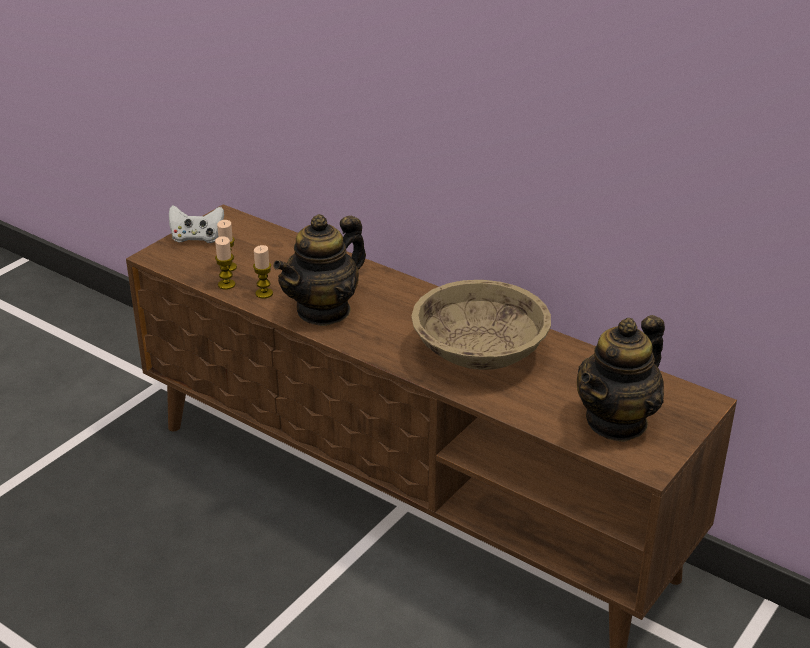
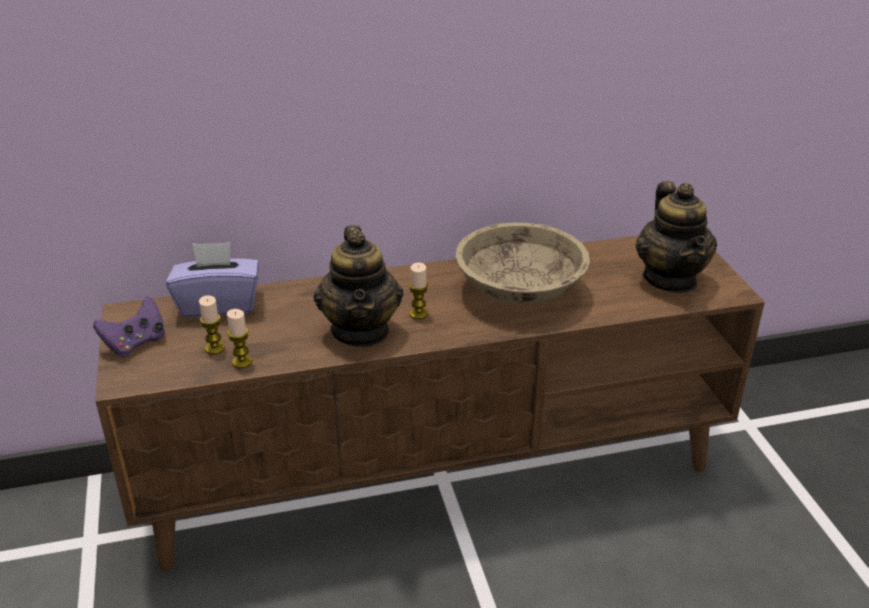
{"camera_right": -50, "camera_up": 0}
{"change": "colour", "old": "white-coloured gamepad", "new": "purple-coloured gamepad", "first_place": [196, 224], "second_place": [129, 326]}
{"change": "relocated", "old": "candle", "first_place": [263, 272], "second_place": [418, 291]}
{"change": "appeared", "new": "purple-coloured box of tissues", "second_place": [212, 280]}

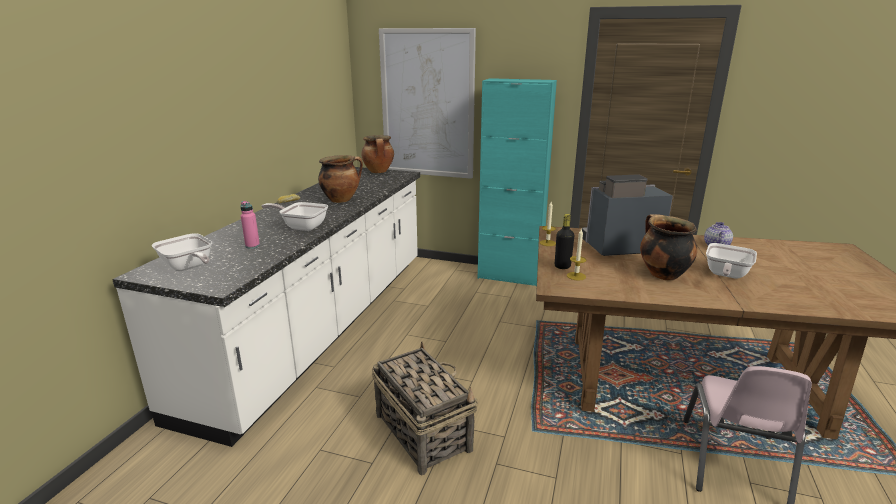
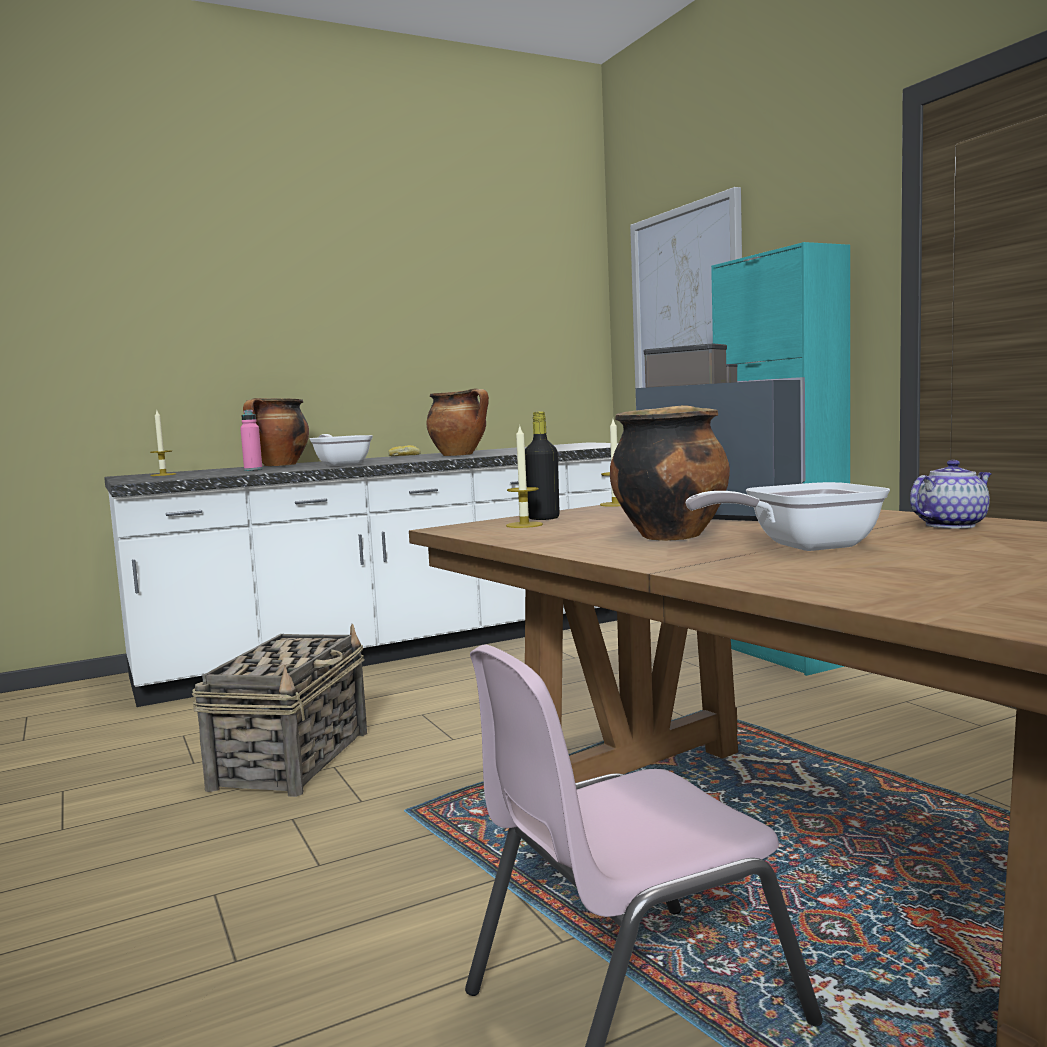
{"camera_right": 45, "camera_up": -15}
{"change": "exchanged", "old": "pan", "new": "candle", "first_place": [182, 252], "second_place": [163, 443]}
{"change": "relocated", "old": "stockpot", "first_place": [378, 154], "second_place": [276, 432]}

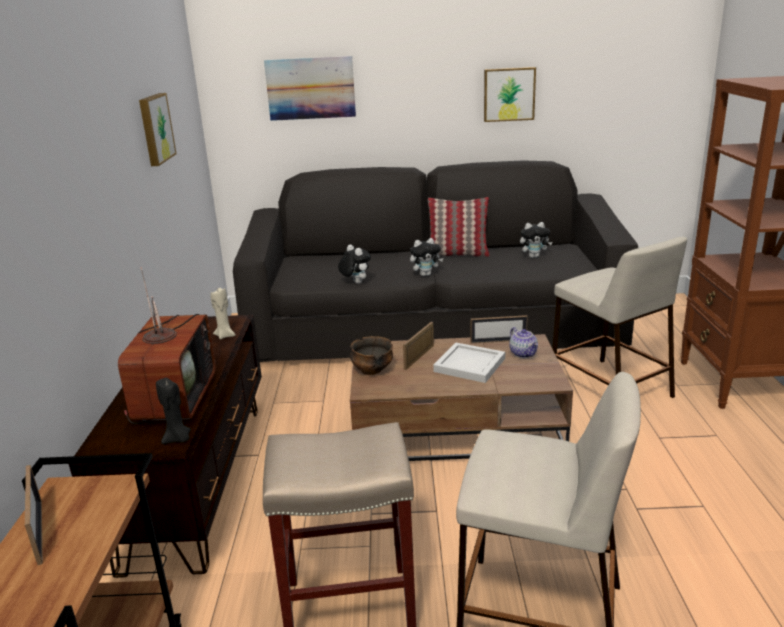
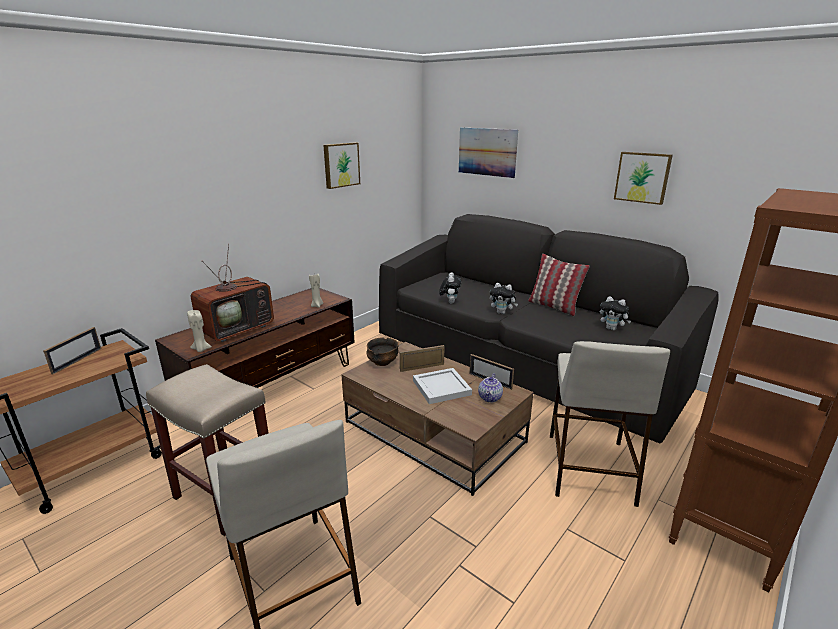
{"camera_right": 40, "camera_up": 0}
{"change": "colour", "old": "black candle", "new": "beige candle", "first_place": [173, 411], "second_place": [199, 331]}

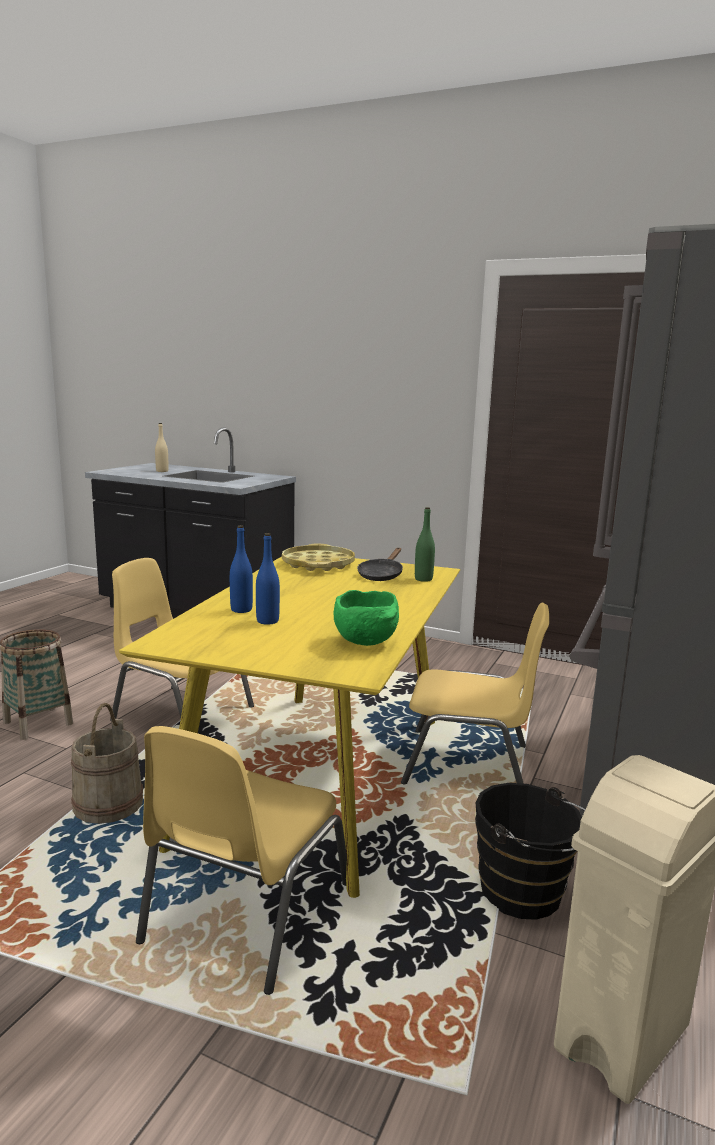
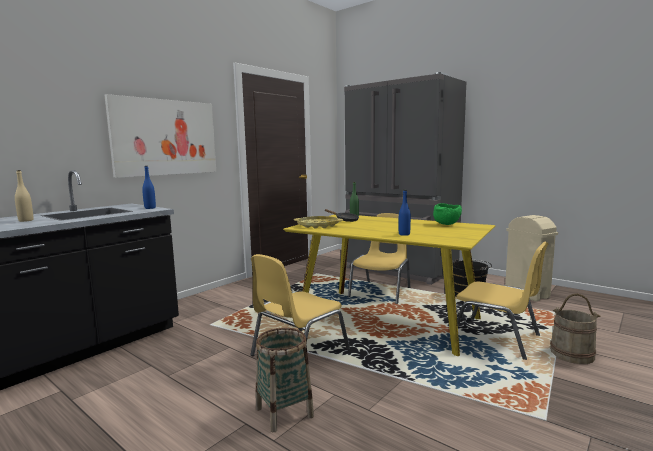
{"camera_right": -75, "camera_up": -5}
{"change": "relocated", "old": "beige bucket", "first_place": [107, 763], "second_place": [575, 328]}
{"change": "relocated", "old": "bluish drink bottle", "first_place": [268, 579], "second_place": [149, 187]}
{"change": "appeared", "new": "wall art", "second_place": [160, 136]}

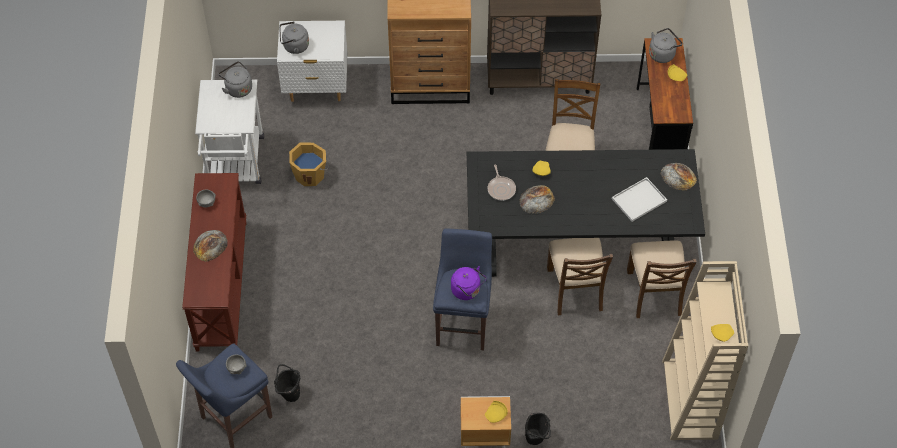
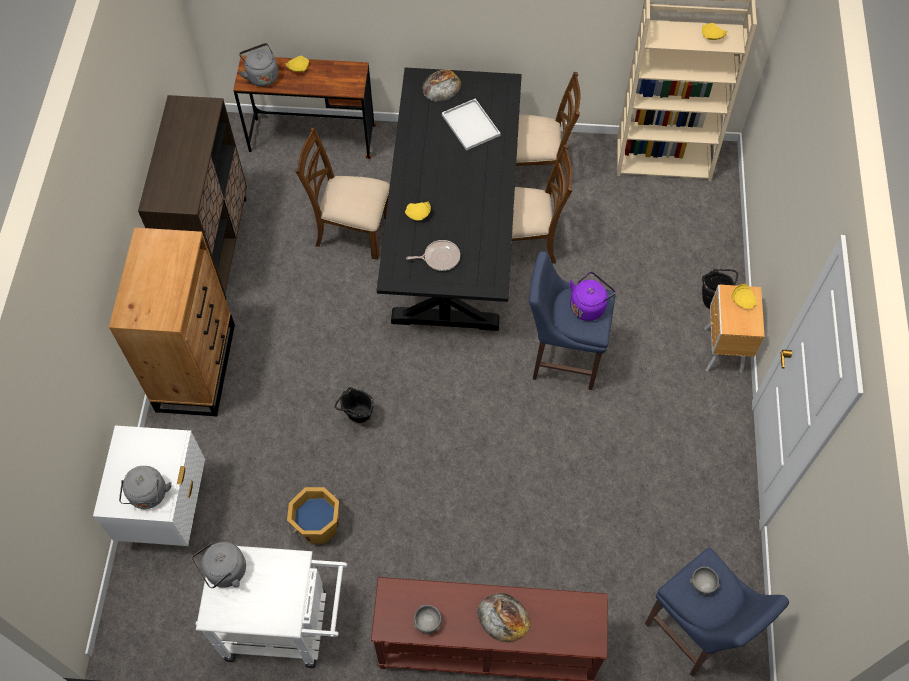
{"camera_right": -85, "camera_up": 5}
{"change": "relocated", "old": "black bucket", "first_place": [287, 383], "second_place": [354, 405]}
{"change": "missing", "old": "baked bread", "first_place": [537, 199]}

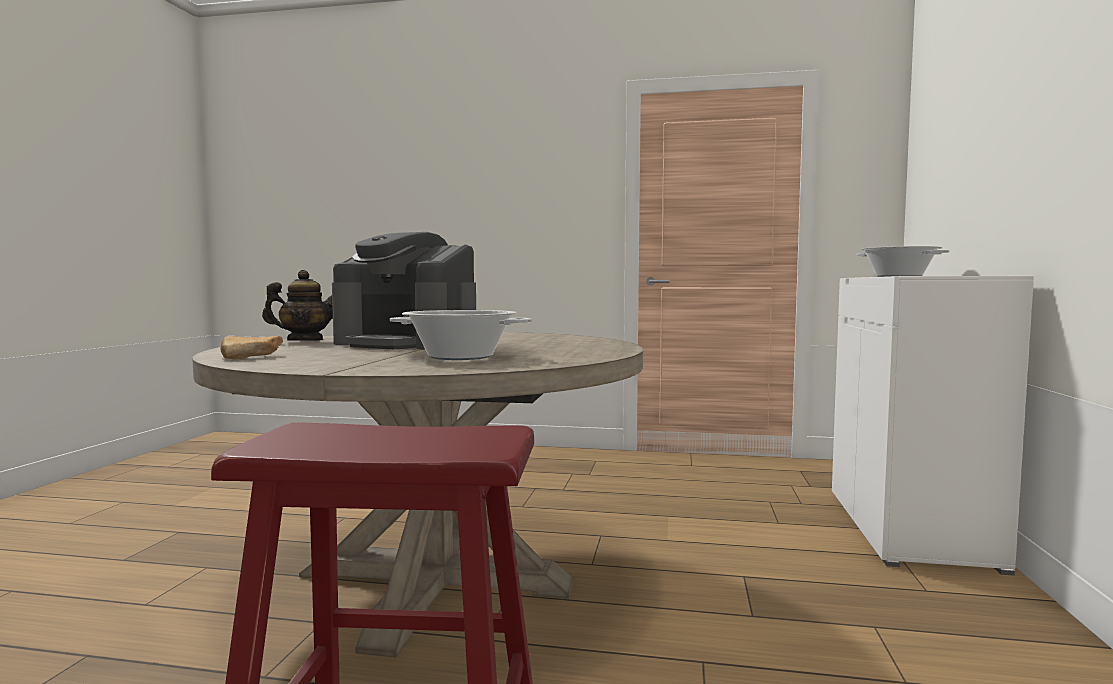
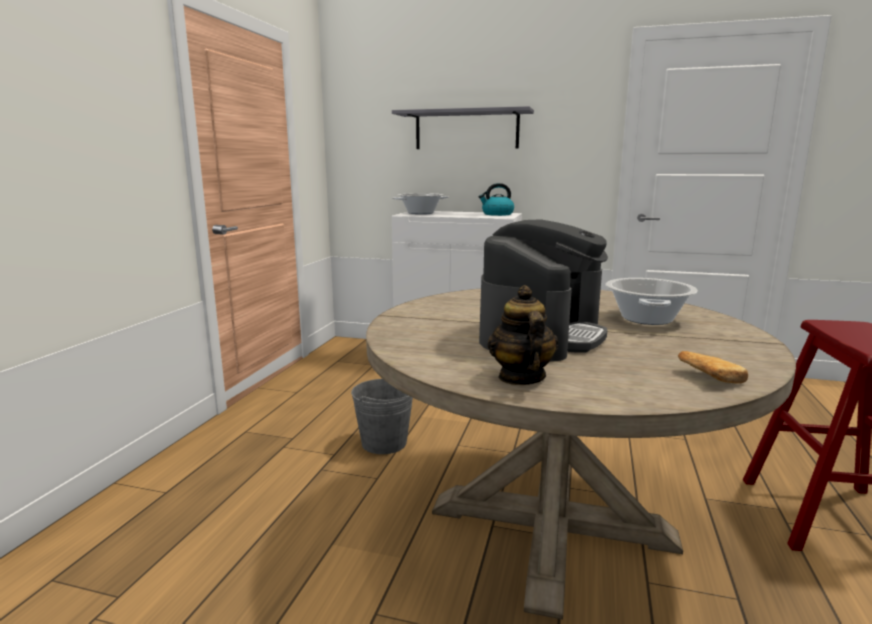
{"camera_right": -85, "camera_up": 10}
{"change": "appeared", "new": "gray bucket", "second_place": [382, 416]}
{"change": "appeared", "new": "gray wall shelf", "second_place": [463, 127]}
{"change": "appeared", "new": "water kettle", "second_place": [496, 199]}

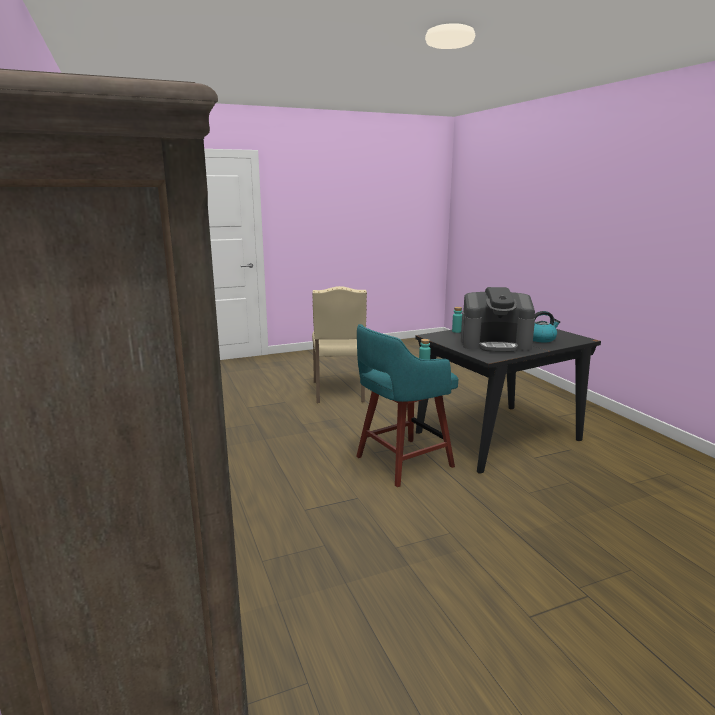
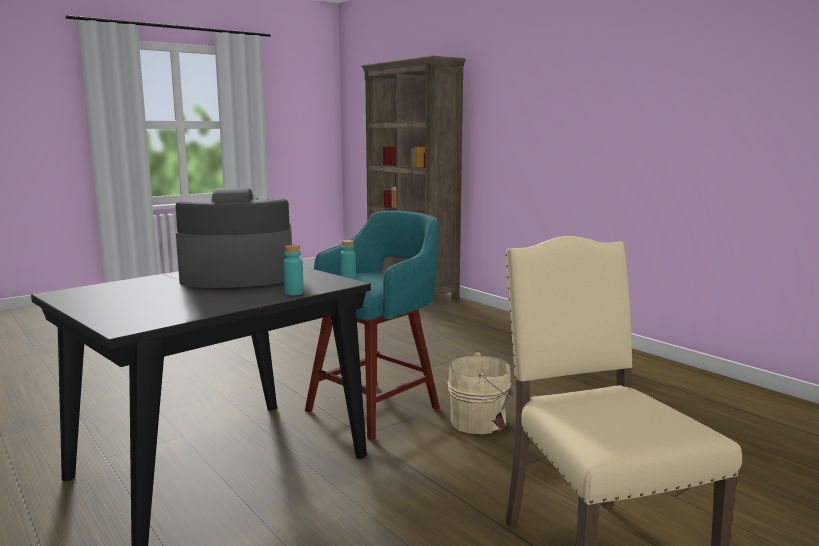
{"camera_right": 165, "camera_up": -5}
{"change": "missing", "old": "water kettle", "first_place": [546, 326]}
{"change": "appeared", "new": "beige bucket", "second_place": [480, 393]}

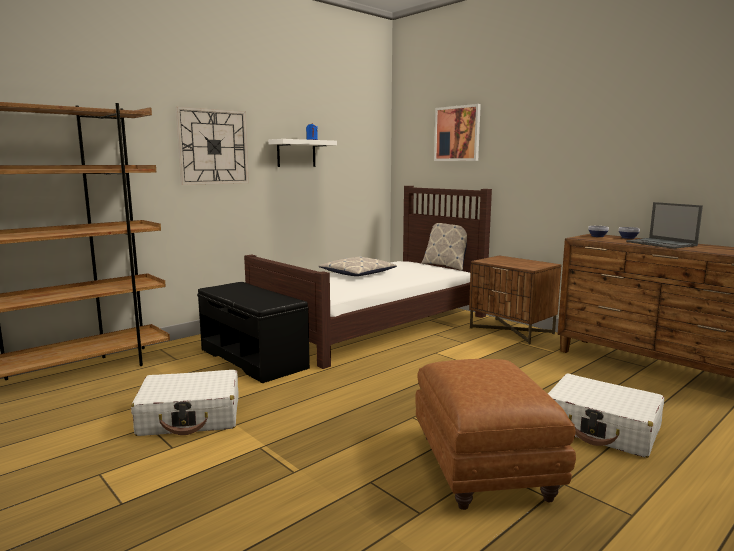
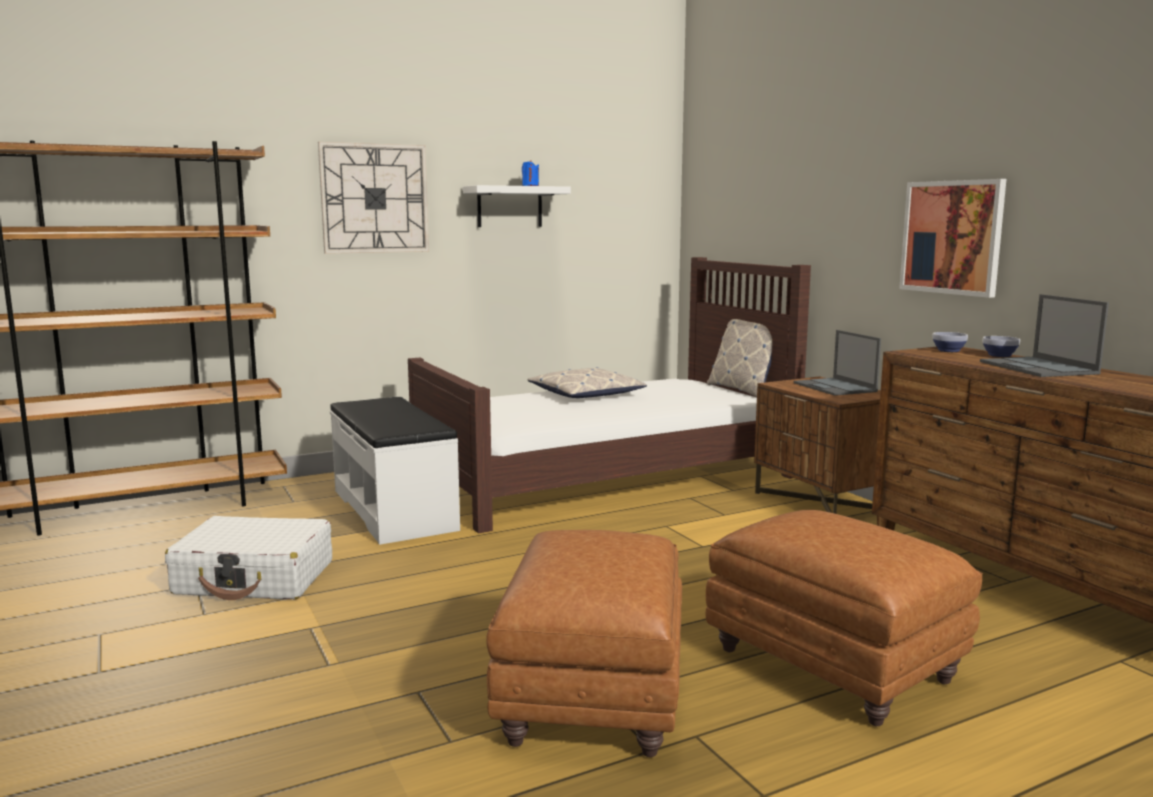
{"camera_right": 15, "camera_up": 0}
{"change": "colour", "old": "black bench", "new": "white-coloured bench", "first_place": [253, 332], "second_place": [395, 471]}
{"change": "relocated", "old": "wall art", "first_place": [457, 132], "second_place": [952, 238]}
{"change": "exchanged", "old": "white-coloured travel case", "new": "brownish pouffe", "first_place": [606, 416], "second_place": [844, 618]}
{"change": "appeared", "new": "laptop", "second_place": [837, 363]}

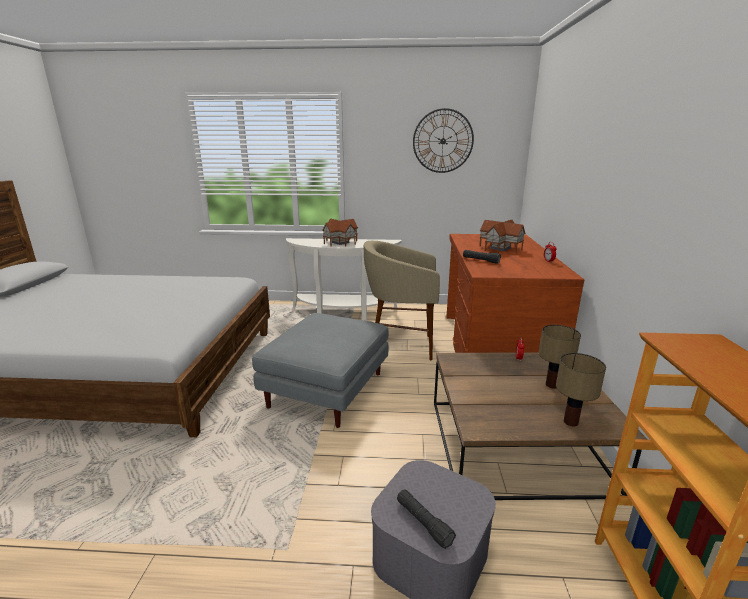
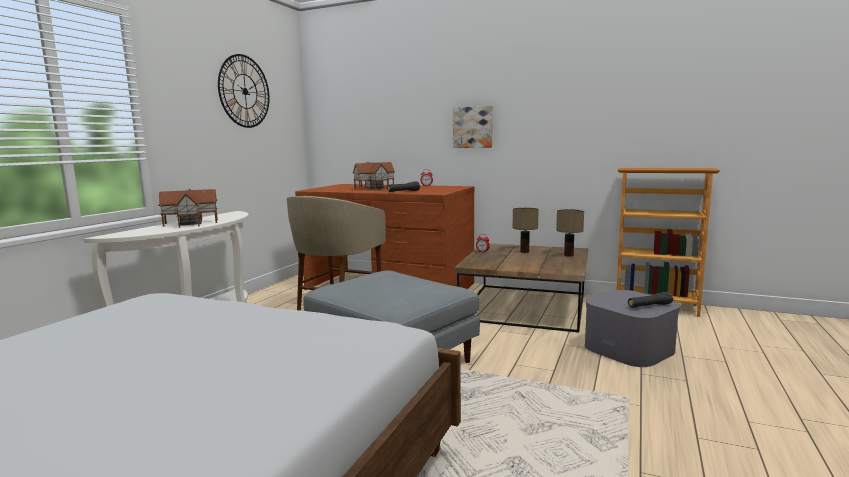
{"camera_right": -70, "camera_up": -10}
{"change": "appeared", "new": "wall art", "second_place": [473, 127]}

